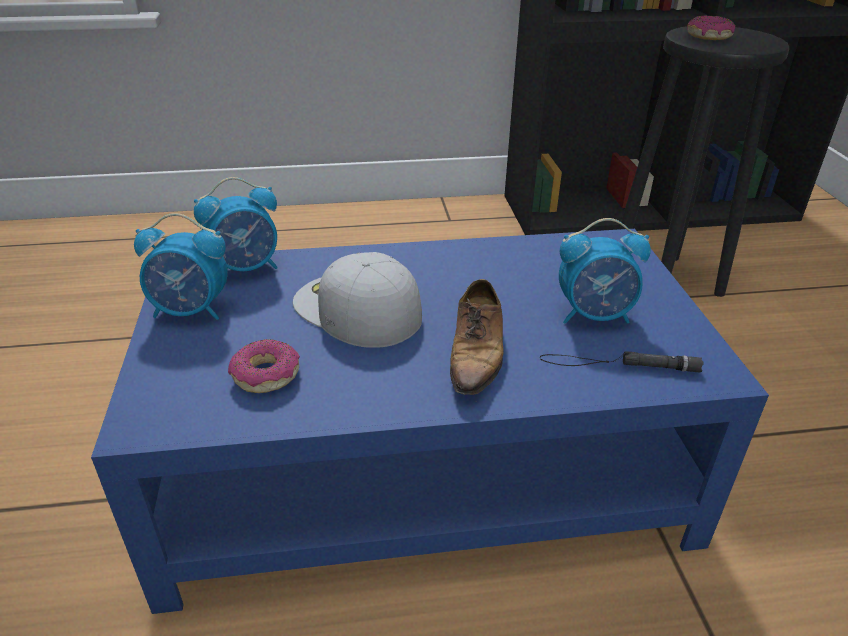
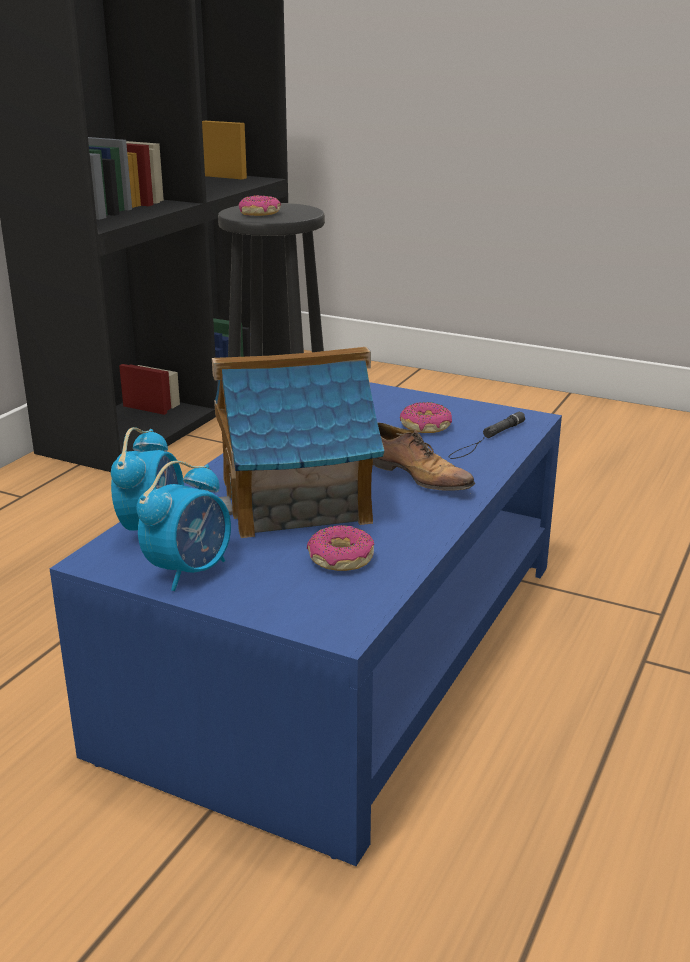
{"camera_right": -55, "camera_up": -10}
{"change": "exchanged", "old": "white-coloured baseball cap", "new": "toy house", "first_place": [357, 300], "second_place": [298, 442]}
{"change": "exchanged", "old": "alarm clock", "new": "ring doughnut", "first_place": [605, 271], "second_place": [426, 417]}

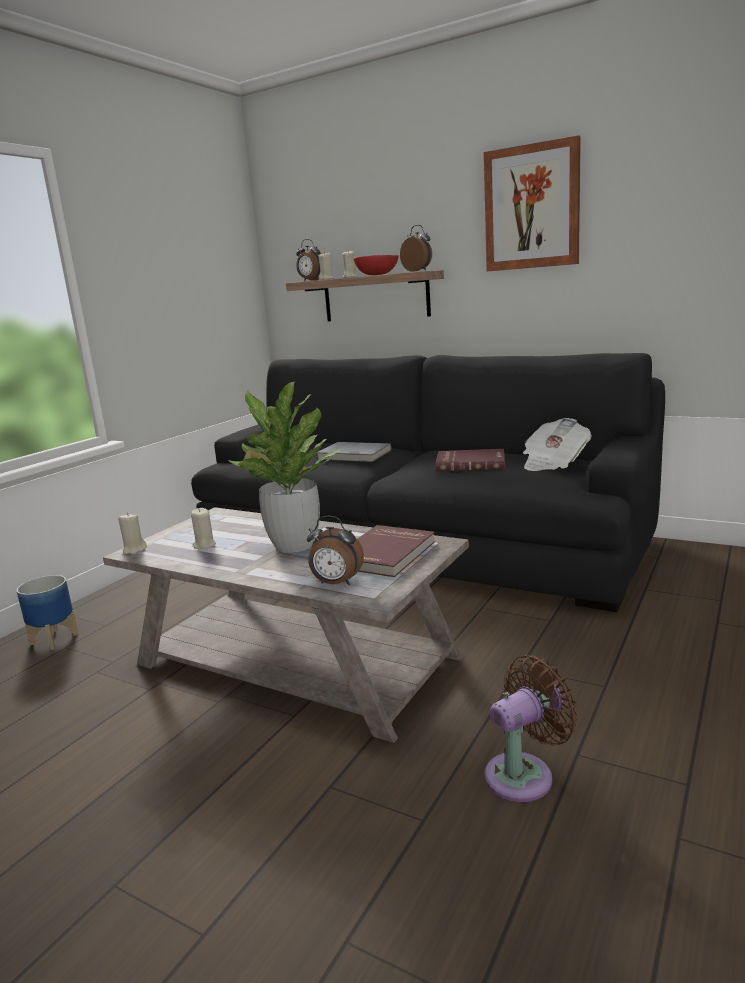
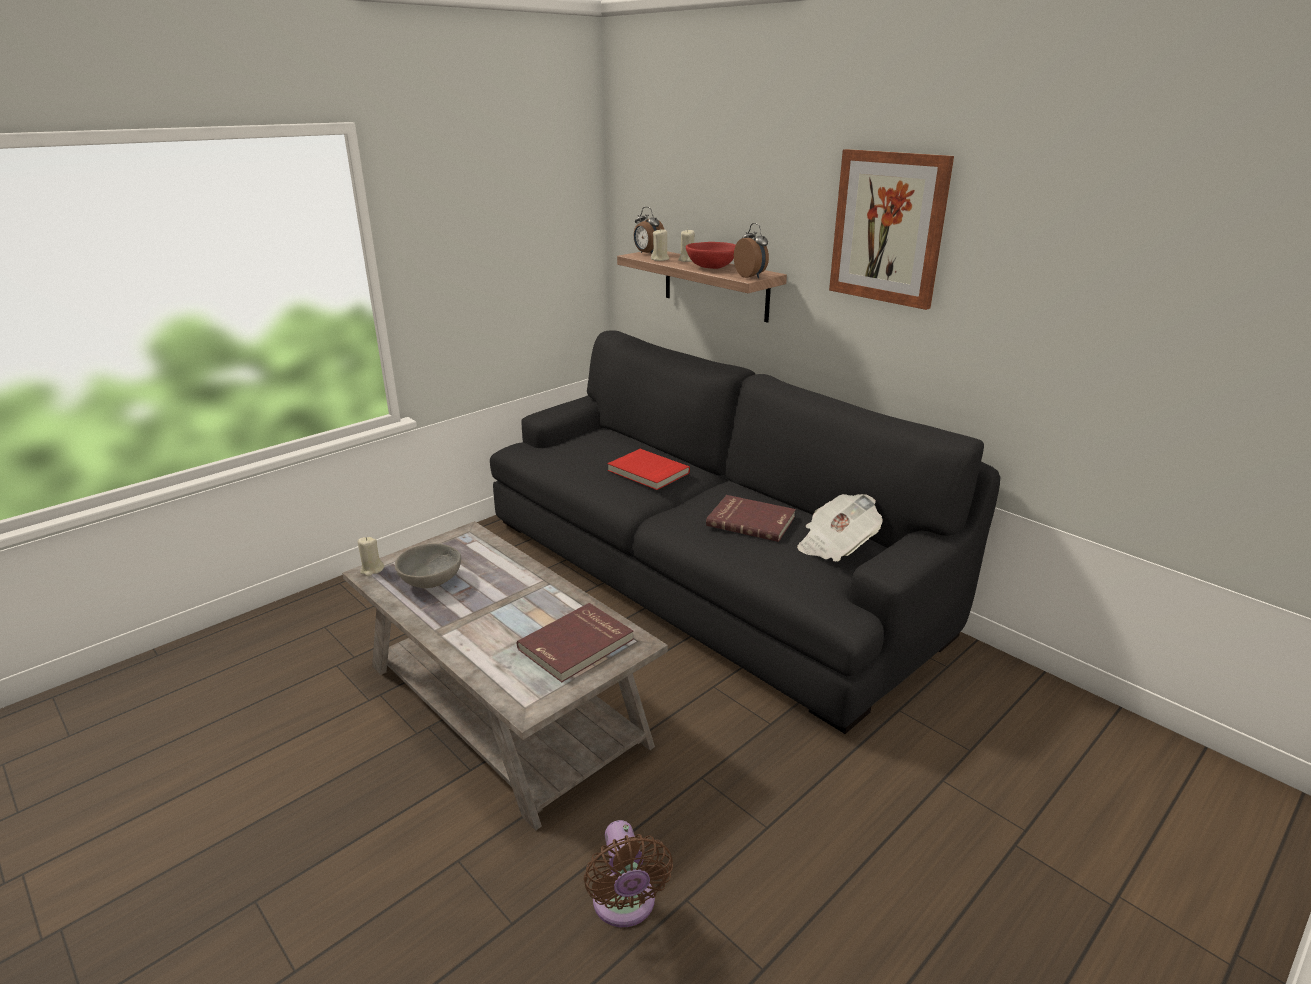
{"camera_right": 15, "camera_up": 10}
{"change": "missing", "old": "flower pot", "first_place": [47, 612]}
{"change": "exchanged", "old": "beige candle", "new": "gray serving bowl", "first_place": [203, 528], "second_place": [428, 566]}
{"change": "missing", "old": "houseplant", "first_place": [284, 467]}
{"change": "missing", "old": "alarm clock", "first_place": [335, 550]}
{"change": "colour", "old": "gray bound book", "new": "reddish bound book", "first_place": [354, 452], "second_place": [648, 469]}
{"change": "spun", "old": "brownish cooling fan", "first_place": [531, 728], "second_place": [628, 873], "degrees": 90}

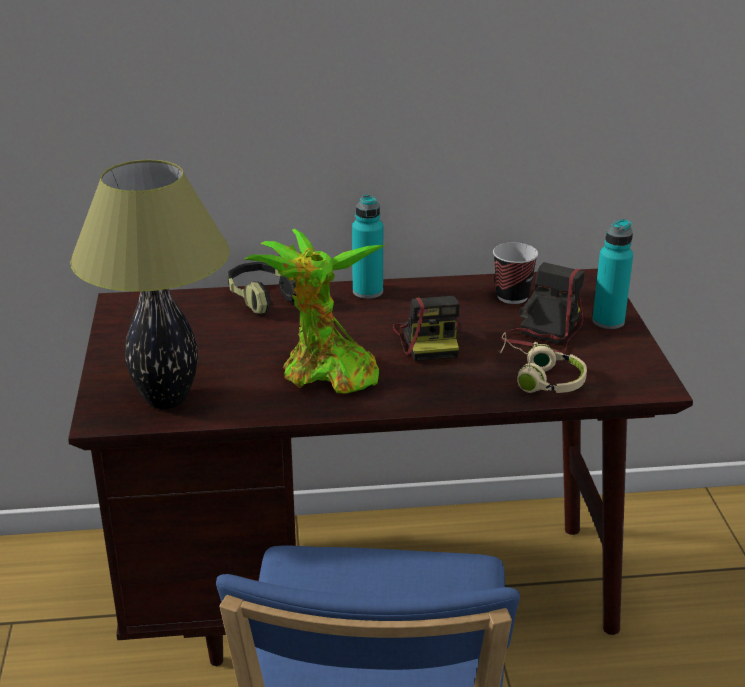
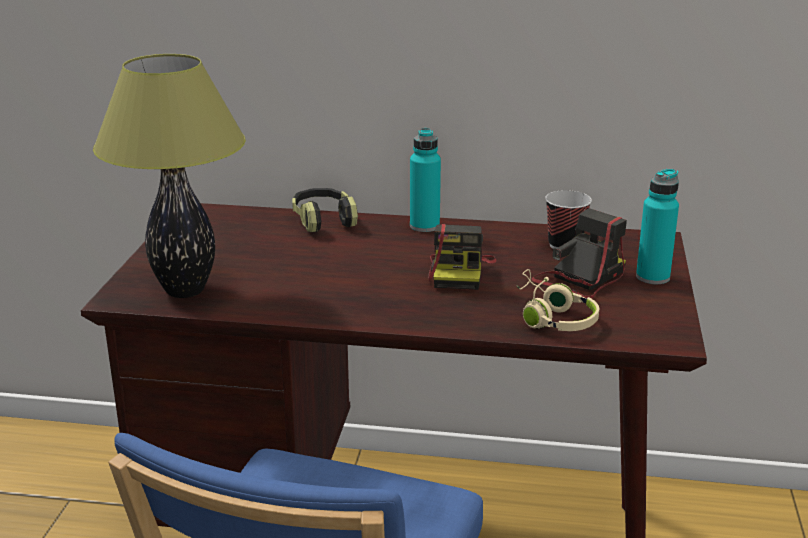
{"camera_right": 15, "camera_up": -5}
{"change": "missing", "old": "houseplant", "first_place": [314, 311]}

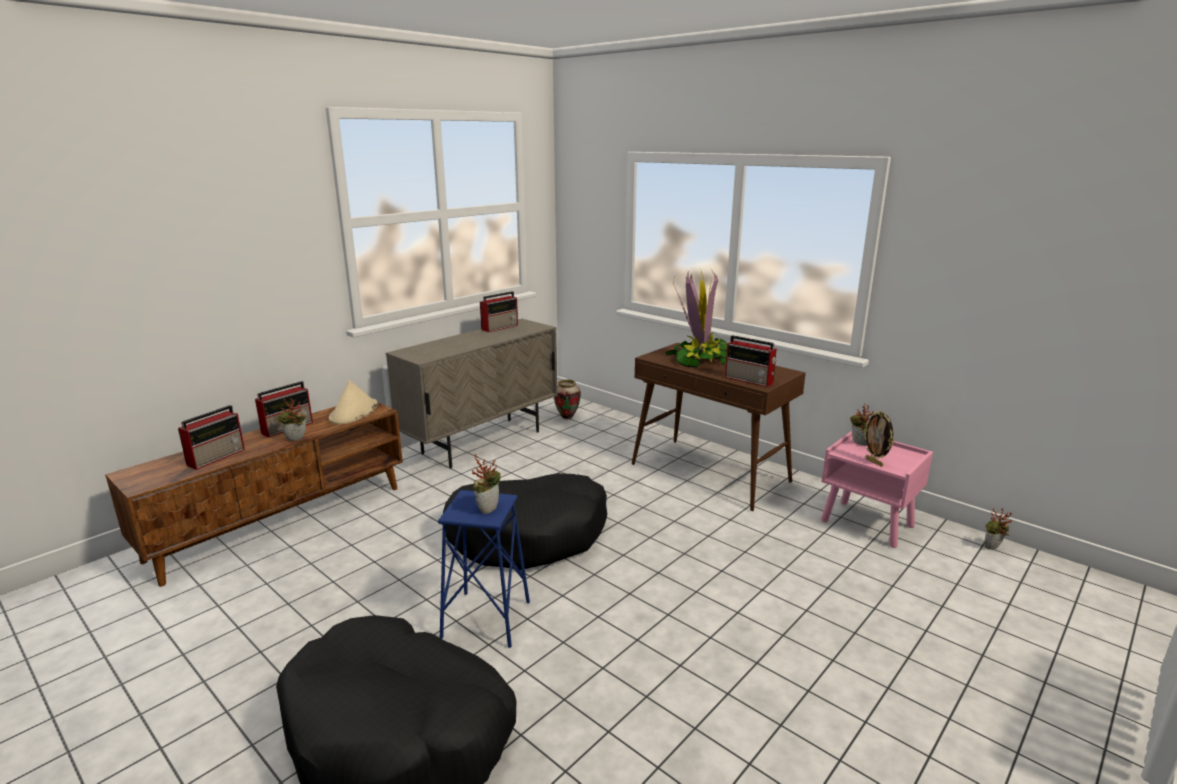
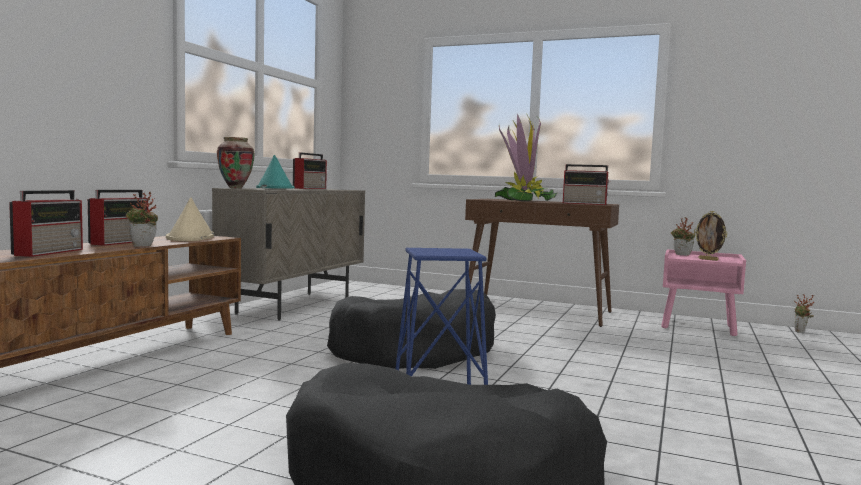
{"camera_right": -20, "camera_up": -15}
{"change": "missing", "old": "houseplant", "first_place": [486, 484]}
{"change": "relocated", "old": "vase", "first_place": [567, 399], "second_place": [236, 162]}
{"change": "appeared", "new": "turquoise-coloured clothing hat", "second_place": [275, 172]}

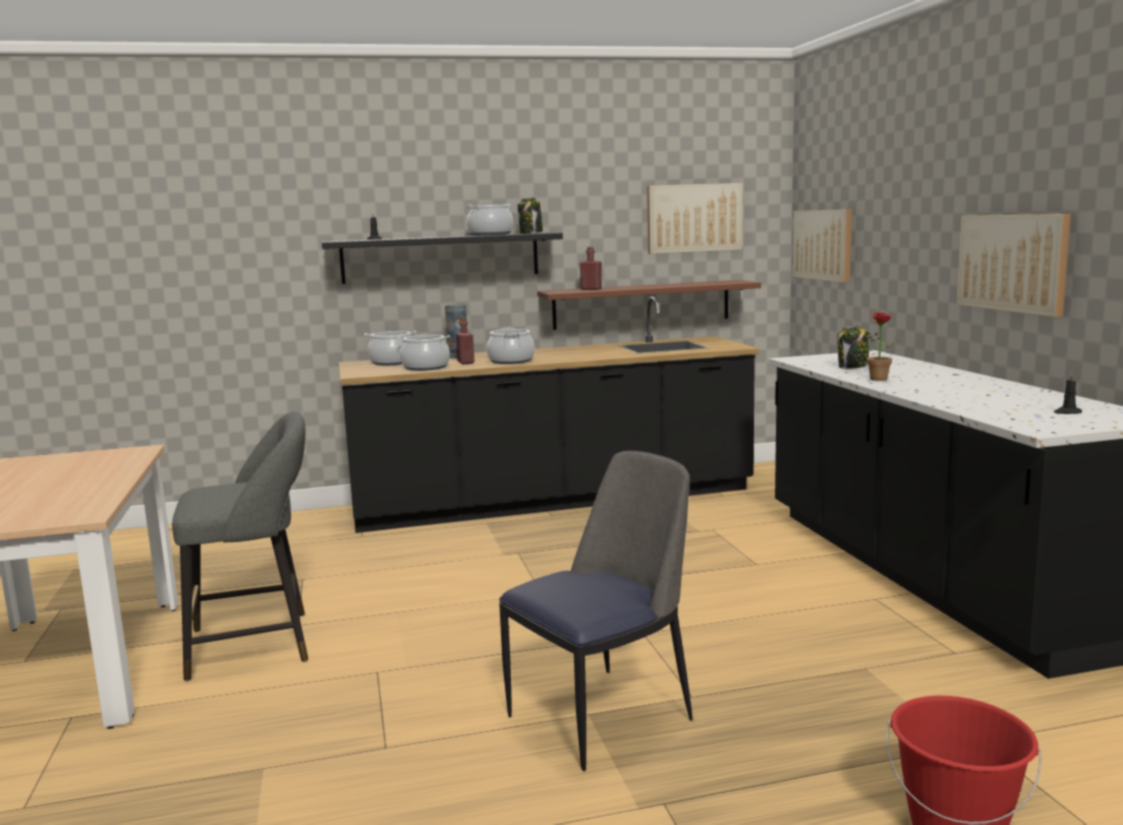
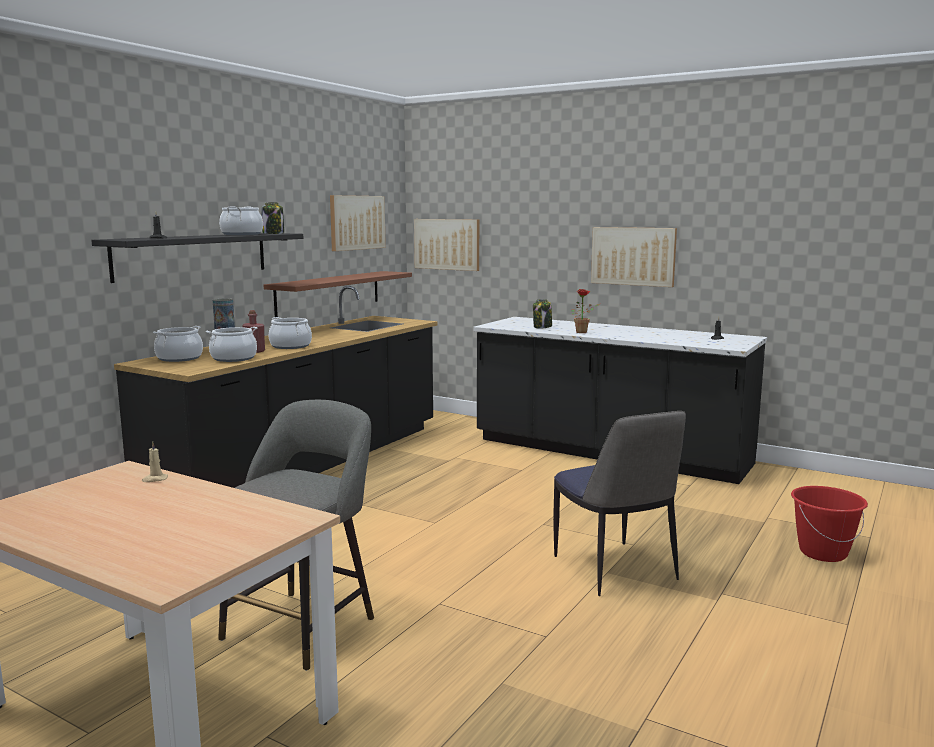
{"camera_right": -45, "camera_up": 0}
{"change": "spun", "old": "plain chair", "first_place": [596, 611], "second_place": [619, 503], "degrees": 150}
{"change": "missing", "old": "reddish drink bottle", "first_place": [591, 268]}
{"change": "appeared", "new": "beige candle", "second_place": [155, 461]}

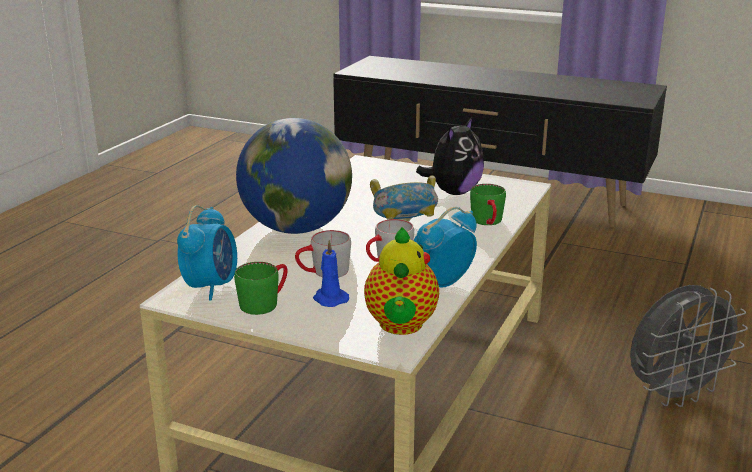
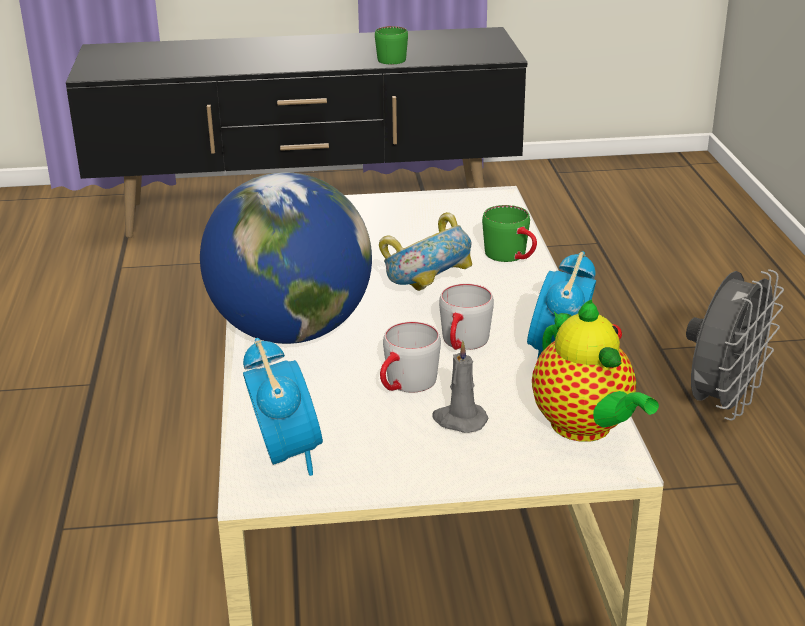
{"camera_right": -30, "camera_up": 5}
{"change": "relocated", "old": "green mug", "first_place": [261, 288], "second_place": [391, 45]}
{"change": "colour", "old": "bluish candle", "new": "gray candle", "first_place": [331, 273], "second_place": [460, 387]}
{"change": "missing", "old": "plush toy", "first_place": [450, 156]}

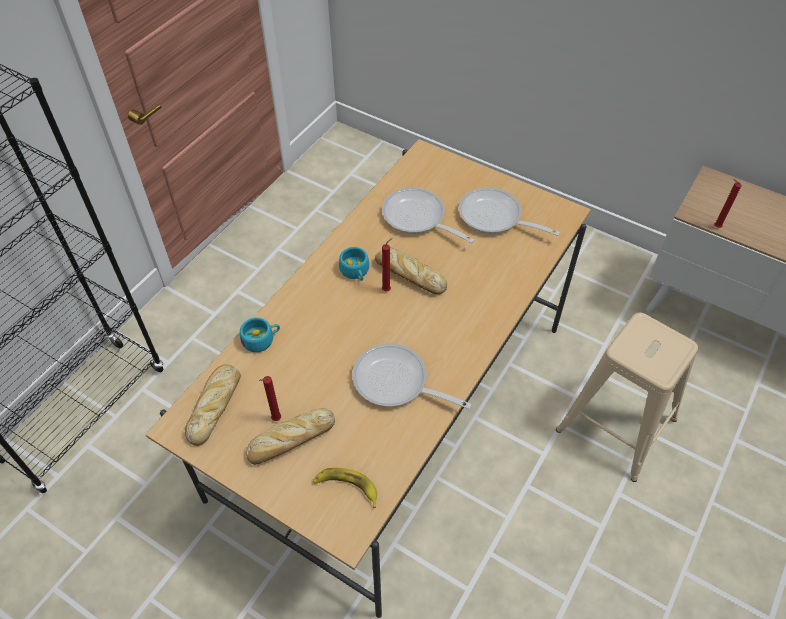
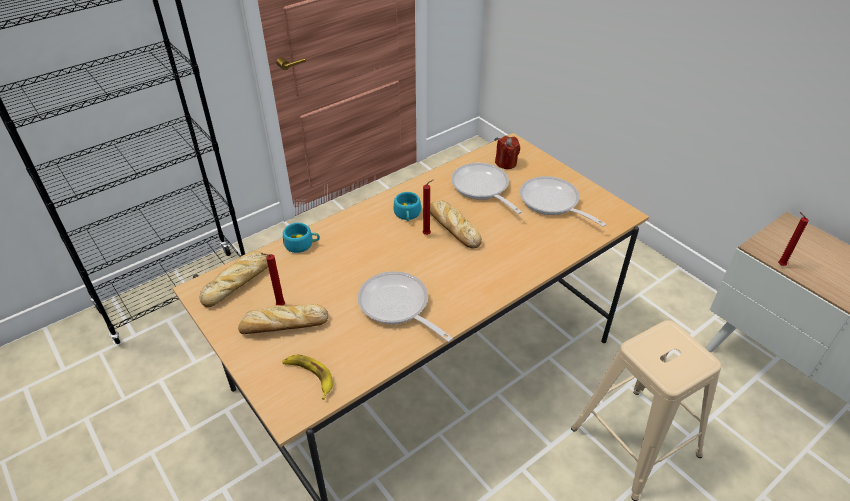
{"camera_right": 20, "camera_up": -10}
{"change": "appeared", "new": "reddish candle", "second_place": [507, 152]}

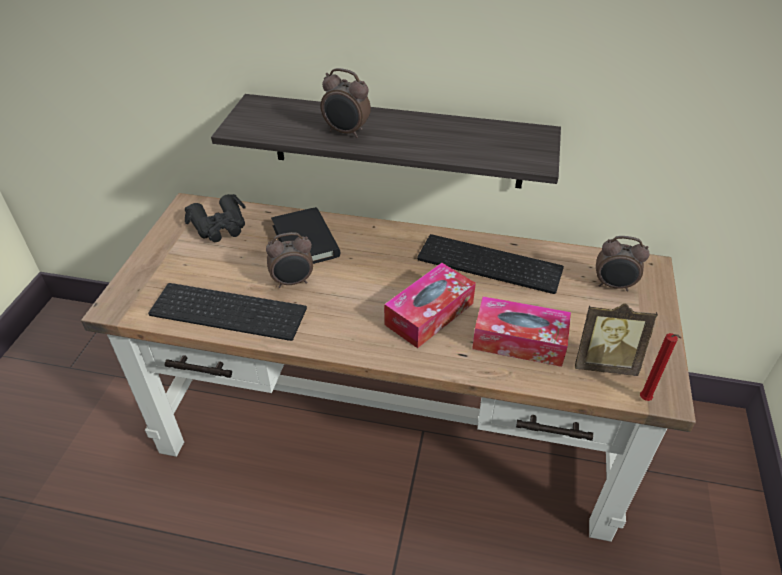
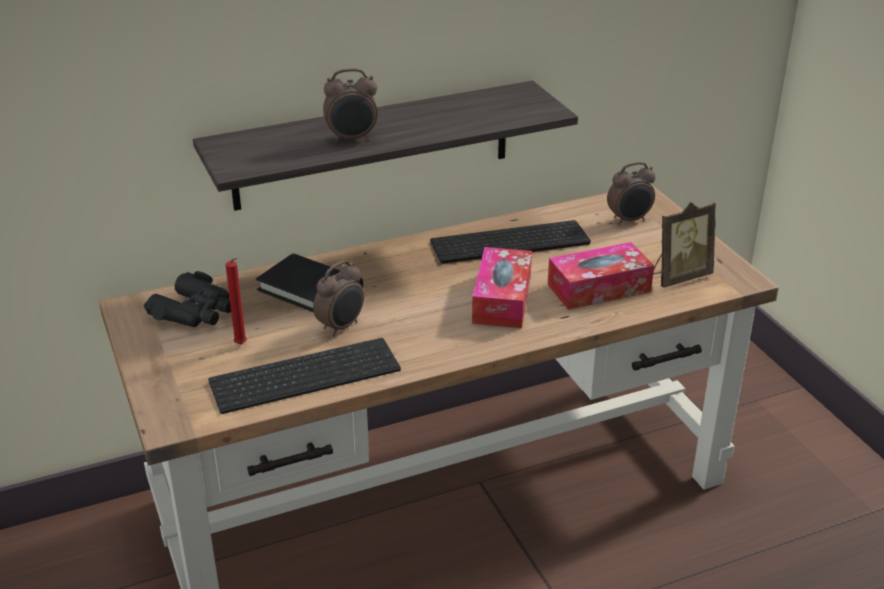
{"camera_right": -35, "camera_up": -10}
{"change": "relocated", "old": "reddish candle", "first_place": [660, 367], "second_place": [236, 301]}

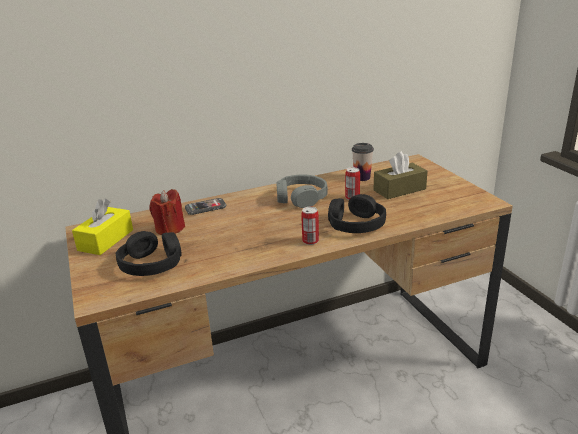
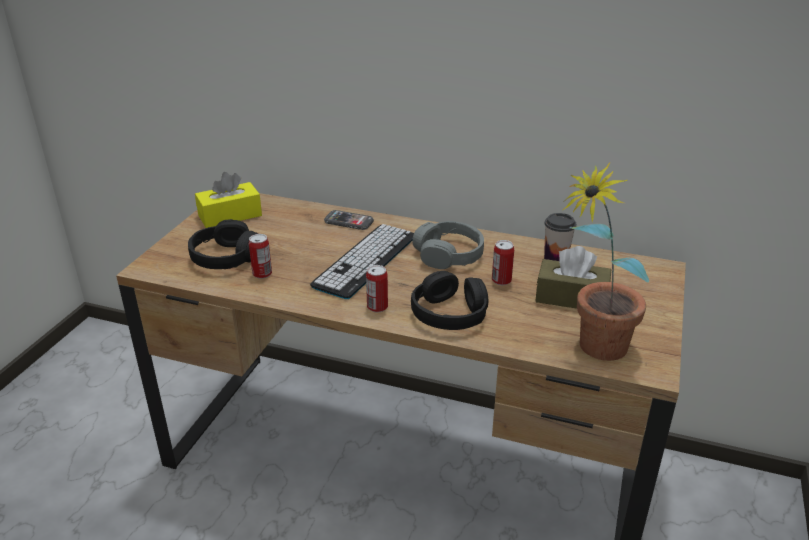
{"camera_right": 40, "camera_up": 5}
{"change": "missing", "old": "reddish candle", "first_place": [167, 212]}
{"change": "appeared", "new": "can", "second_place": [260, 256]}
{"change": "appeared", "new": "keyboard", "second_place": [362, 261]}
{"change": "appeared", "new": "houseplant", "second_place": [606, 261]}

